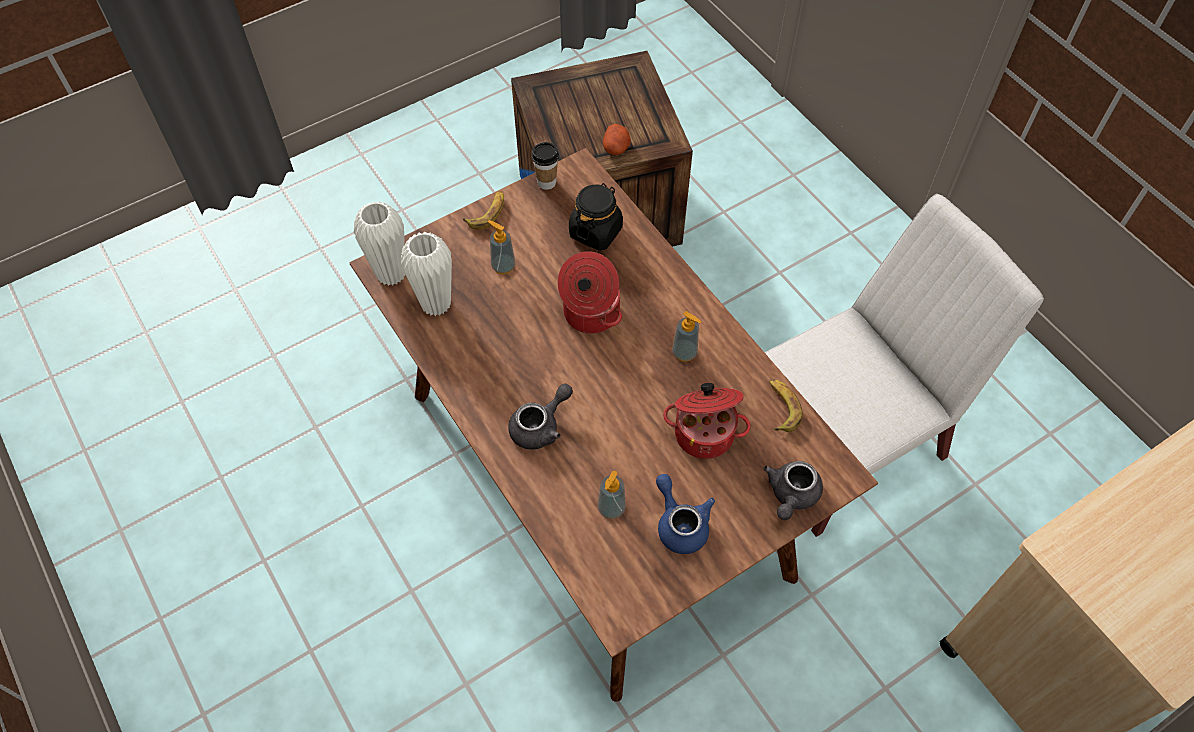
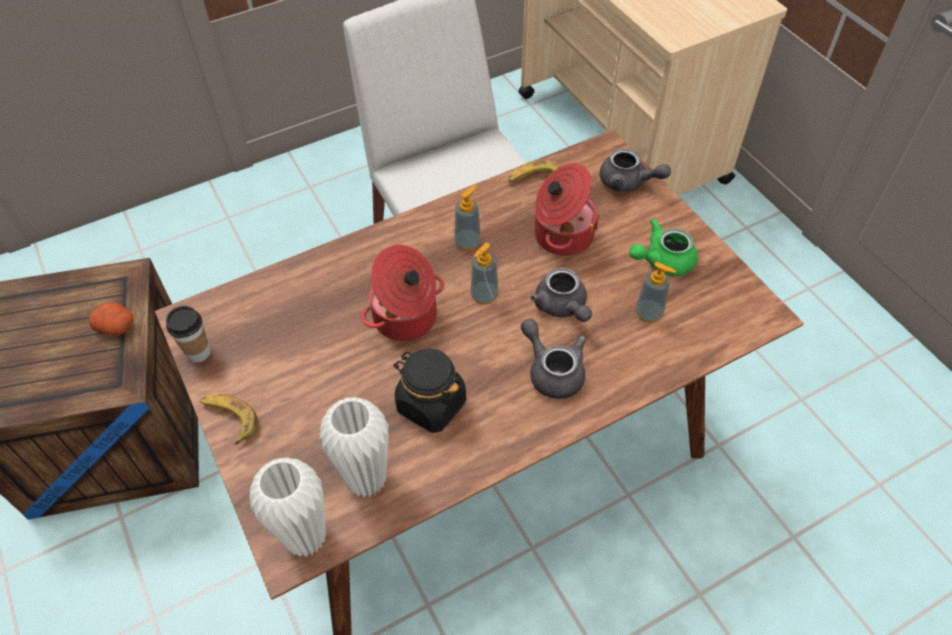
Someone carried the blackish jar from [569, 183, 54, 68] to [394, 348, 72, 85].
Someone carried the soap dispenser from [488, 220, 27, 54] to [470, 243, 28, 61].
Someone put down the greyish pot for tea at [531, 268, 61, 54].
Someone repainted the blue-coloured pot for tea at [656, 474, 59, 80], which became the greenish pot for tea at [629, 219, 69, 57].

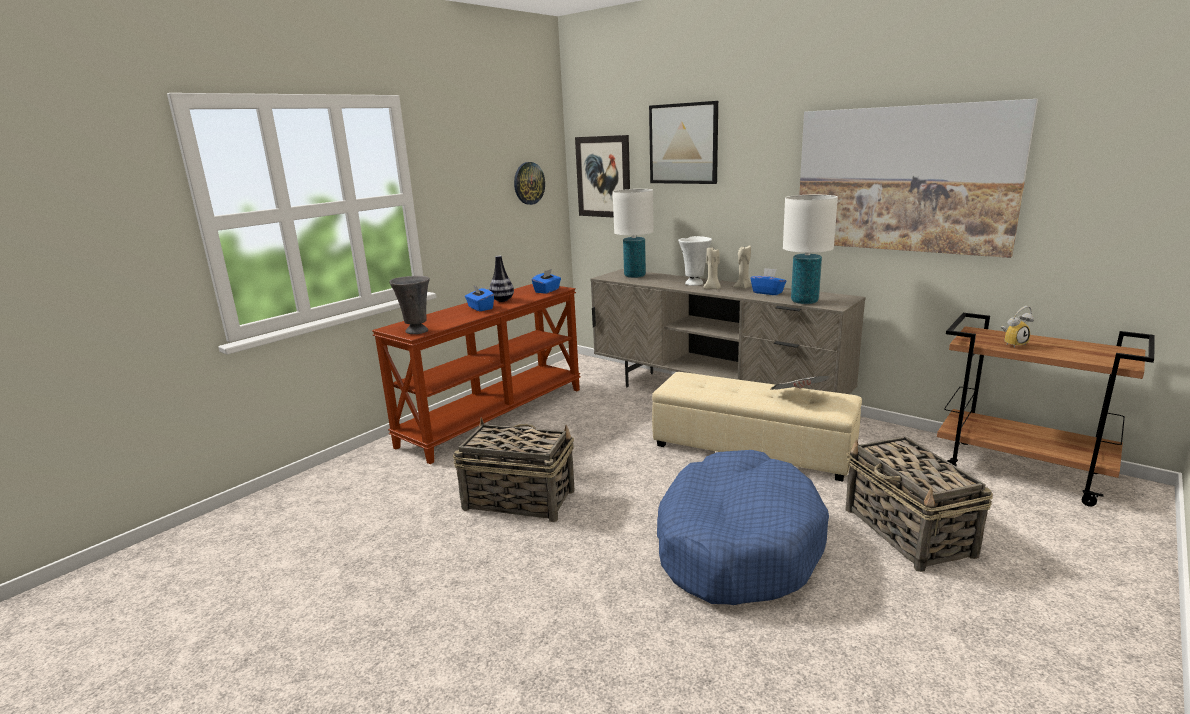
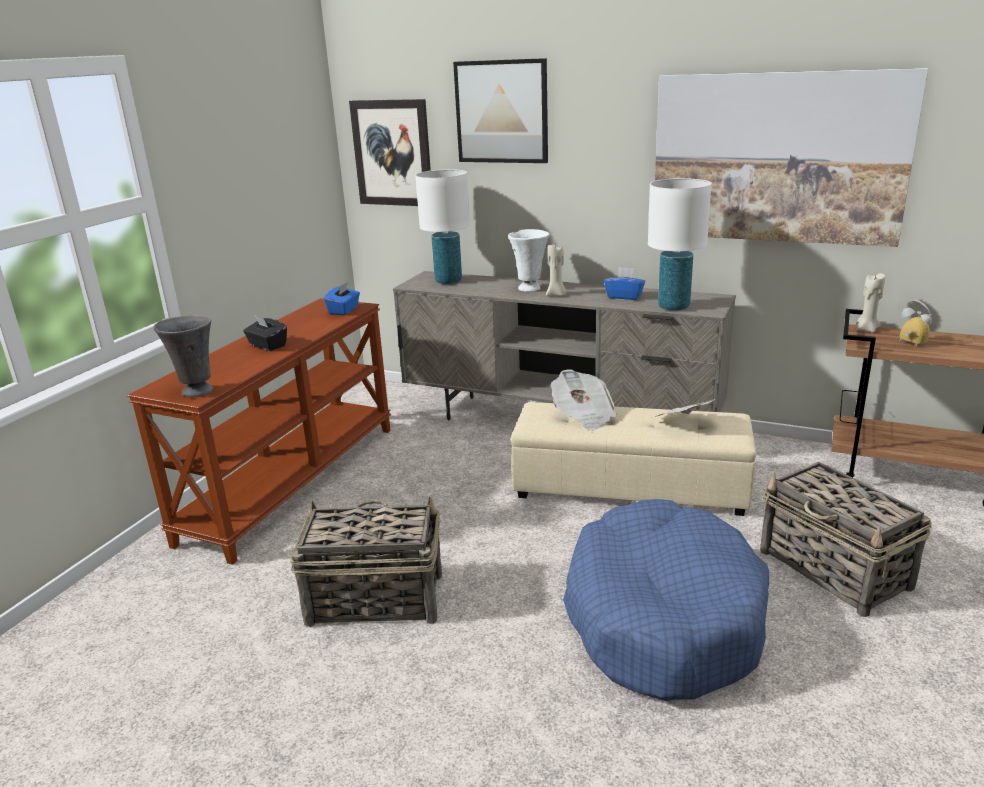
Someone repainted the blue-coloured box of tissues at [465, 285, 29, 26], which became the blackish box of tissues at [243, 315, 44, 36].
Someone put down the printed paper at [550, 369, 67, 62].
Someone carried the sand-coloured wax light from [733, 245, 19, 44] to [856, 273, 29, 60].
Someone rotated the table clock at [1001, 306, 33, 42] by 90 degrees counterclockwise.
Someone took away the vase at [489, 255, 25, 47].
Someone took away the wall clock at [514, 162, 31, 43].

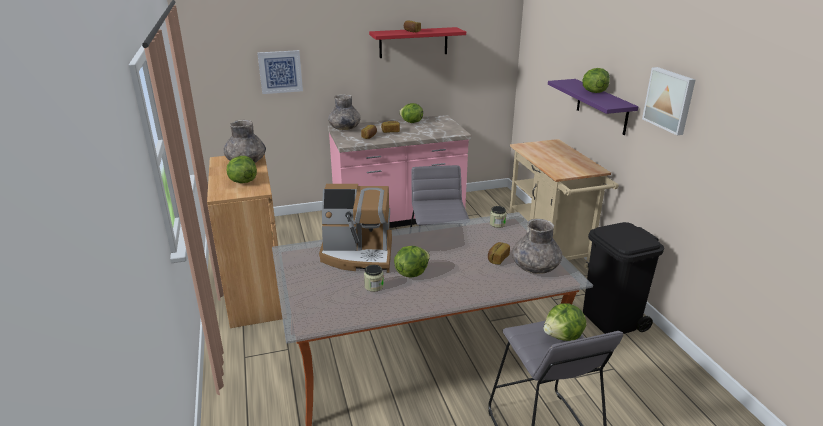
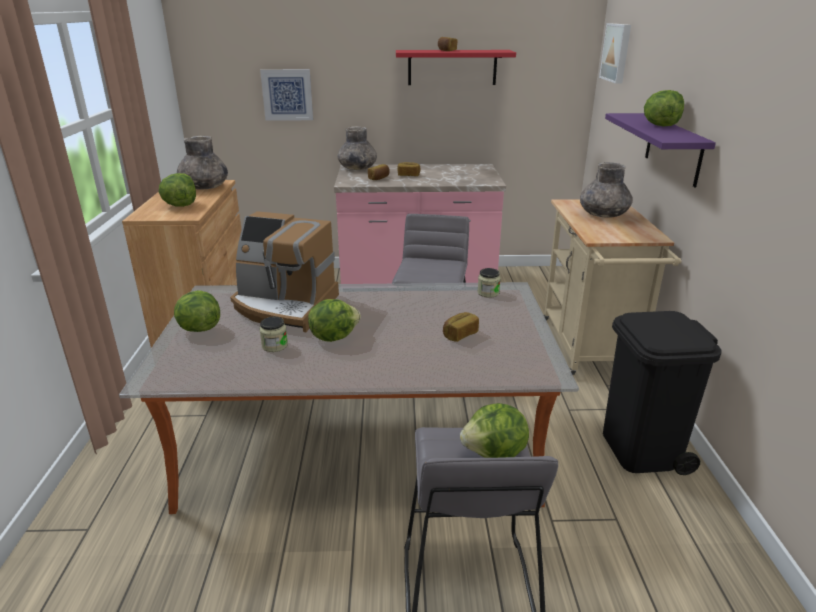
Someone carried the lettuce head from [399, 103, 24, 20] to [174, 290, 46, 42].
Someone carried the greyish vase from [512, 219, 50, 55] to [580, 162, 53, 56].
Someone carried the wall art from [642, 67, 53, 68] to [599, 23, 32, 61].

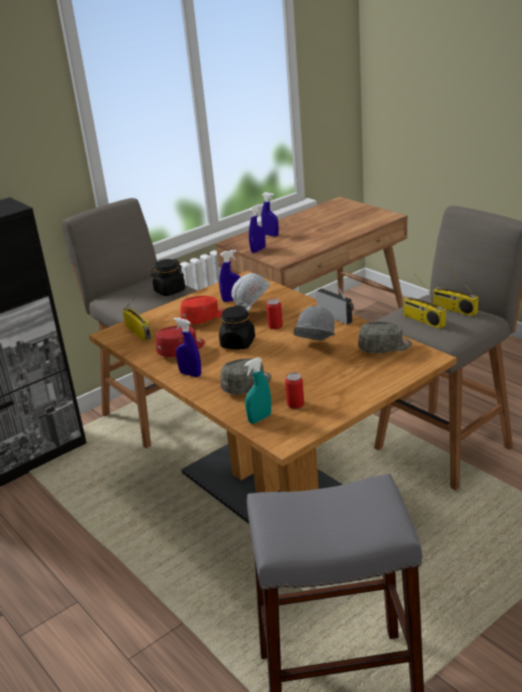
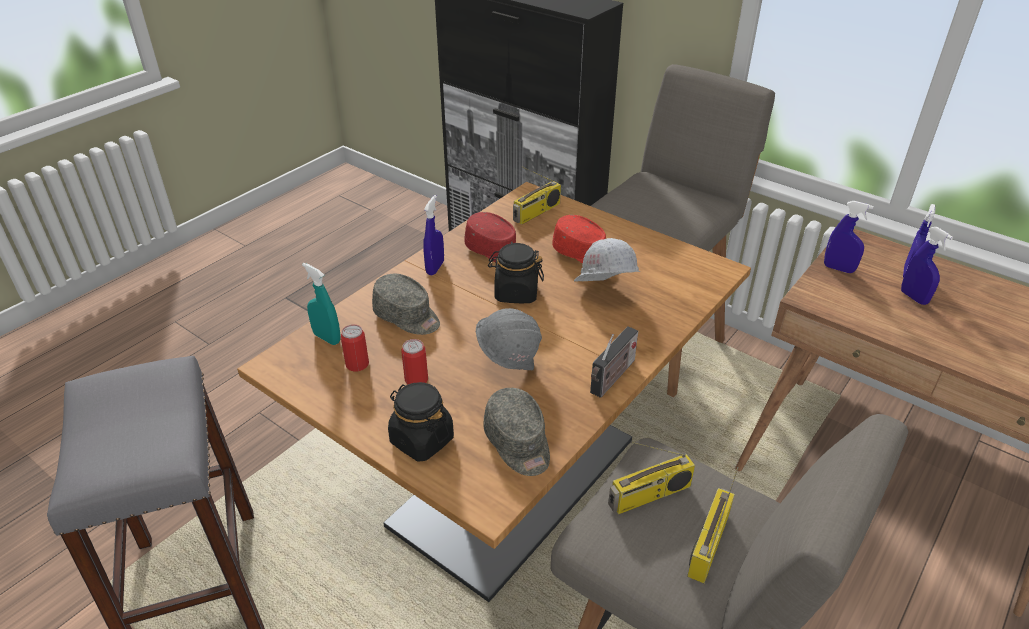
Someone carried the blackish jar from [151, 259, 34, 37] to [388, 382, 66, 80].
Someone carried the metal can from [266, 298, 17, 31] to [401, 339, 27, 45].
Someone rotated the radio receiver at [403, 273, 43, 56] by 150 degrees counterclockwise.
Someone carried the blue-coloured sprayer from [219, 250, 21, 52] to [901, 227, 52, 78].

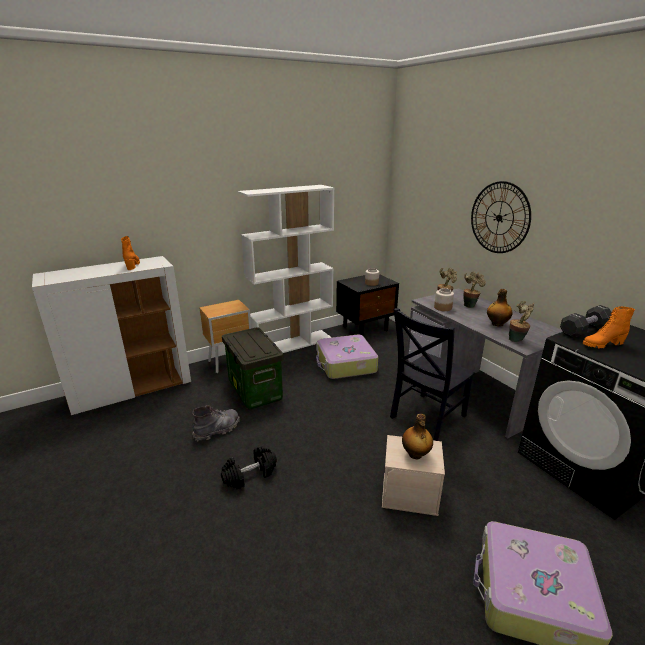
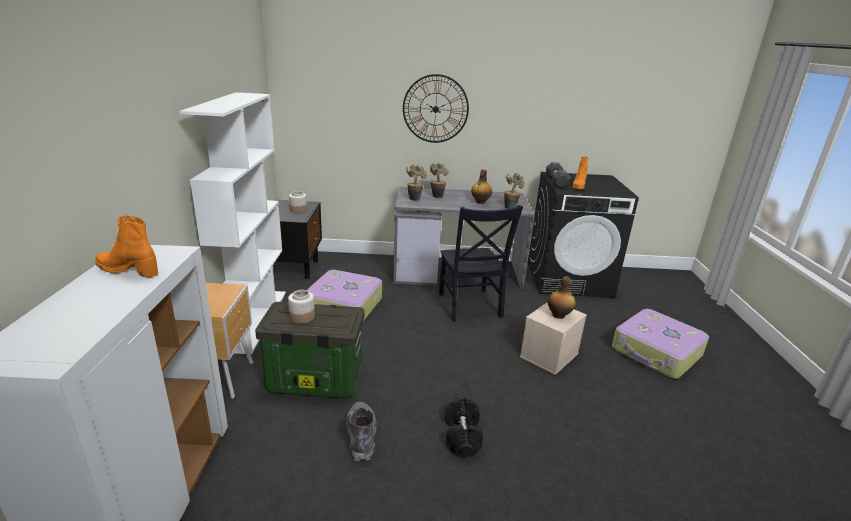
Someone carried the jar from [434, 288, 20, 23] to [288, 290, 27, 34].

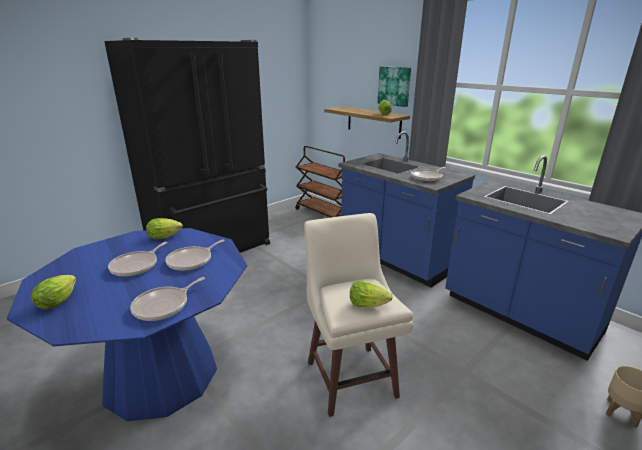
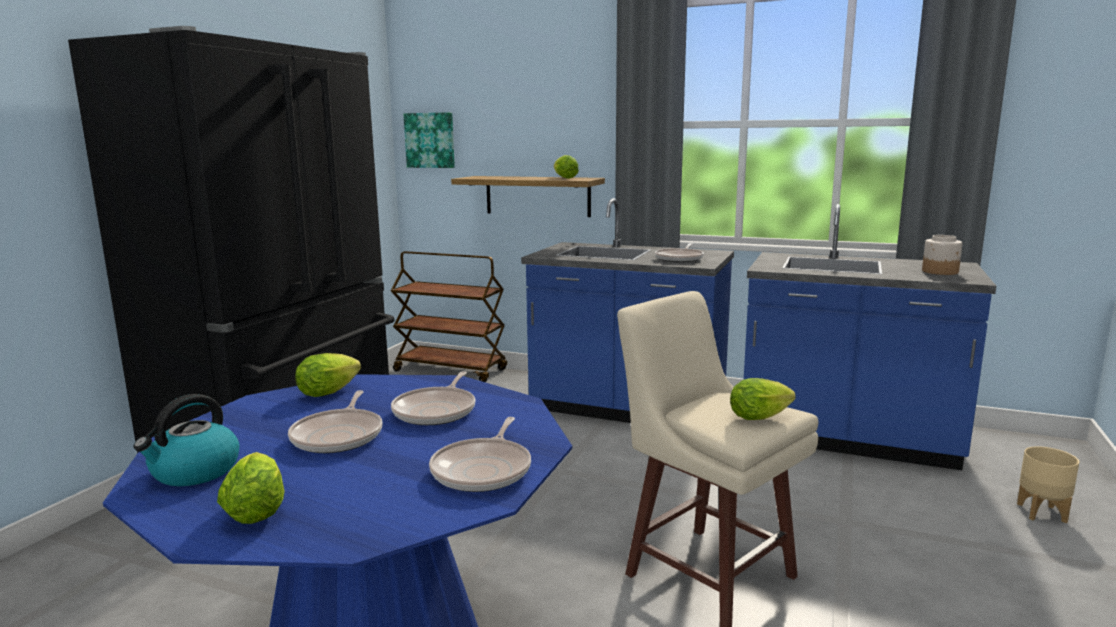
Someone put down the kettle at [134, 394, 105, 92].
Someone carried the wall art from [378, 66, 33, 41] to [404, 112, 51, 56].
Someone put down the jar at [922, 235, 41, 40].

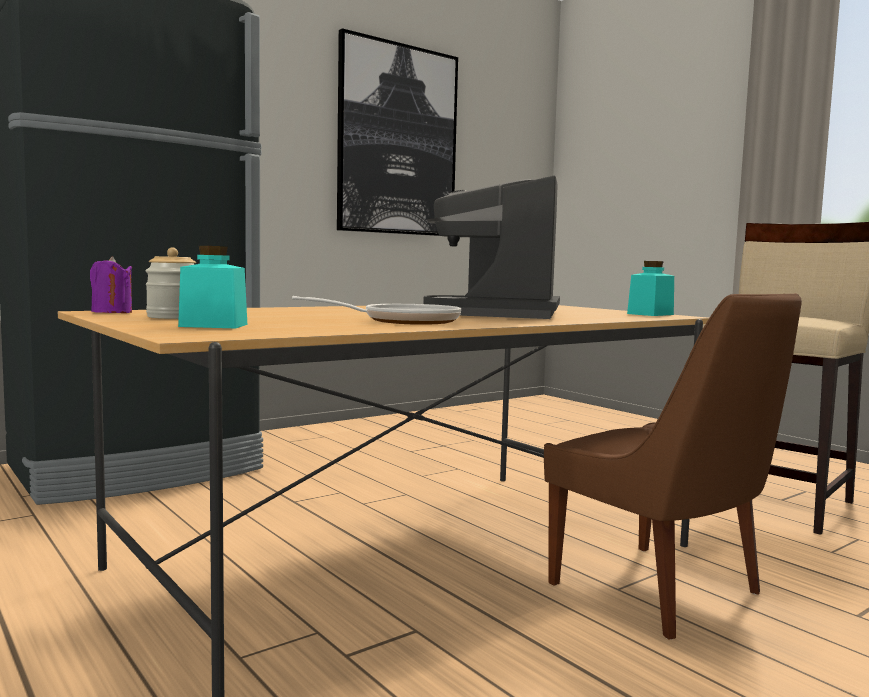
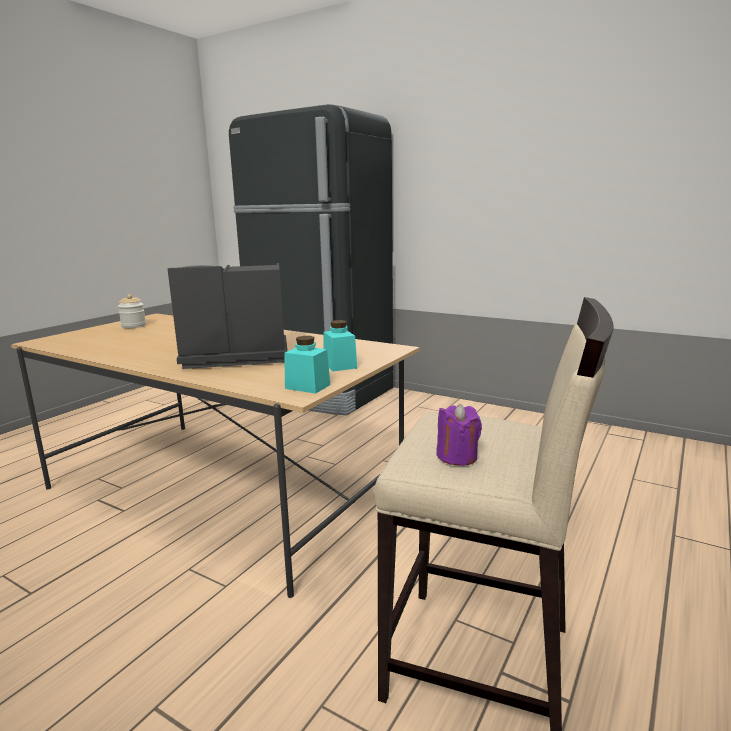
Someone carried the blue-green jar from [178, 246, 69, 82] to [324, 320, 33, 51].
Someone carried the purple-coloured wax light from [90, 256, 42, 57] to [436, 404, 46, 62].
Someone took away the frying pan at [292, 296, 169, 29].
Someone took away the wall art at [337, 28, 121, 208].
Someone took away the brown-coloured chair at [544, 293, 258, 347].

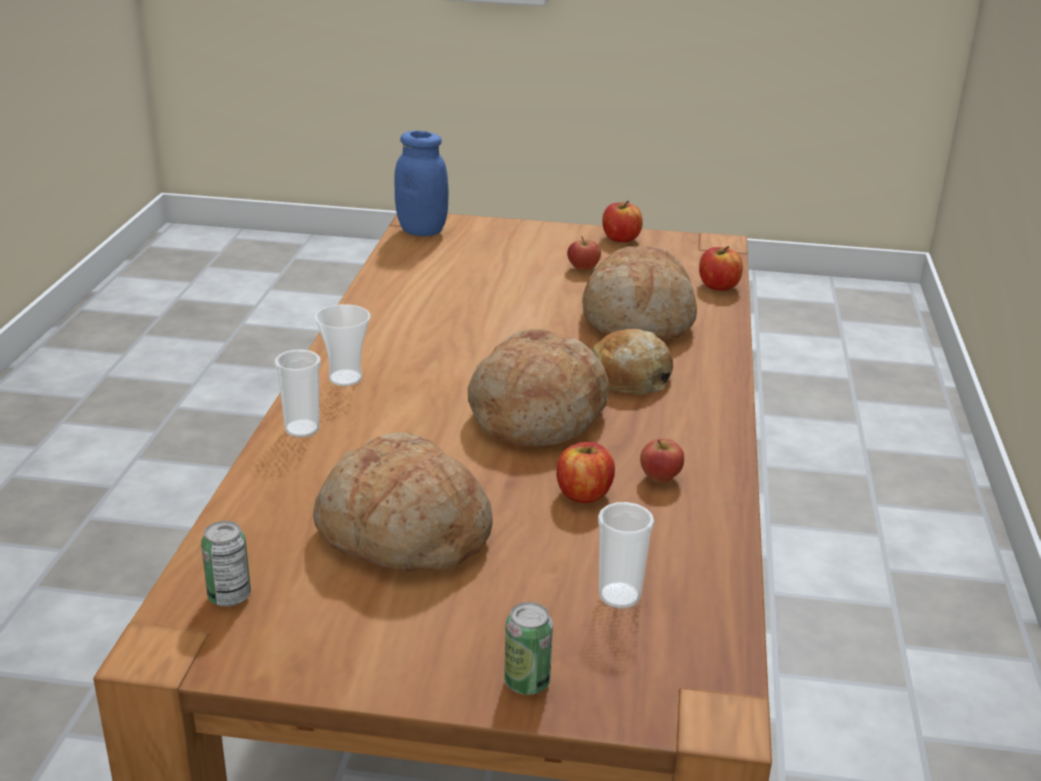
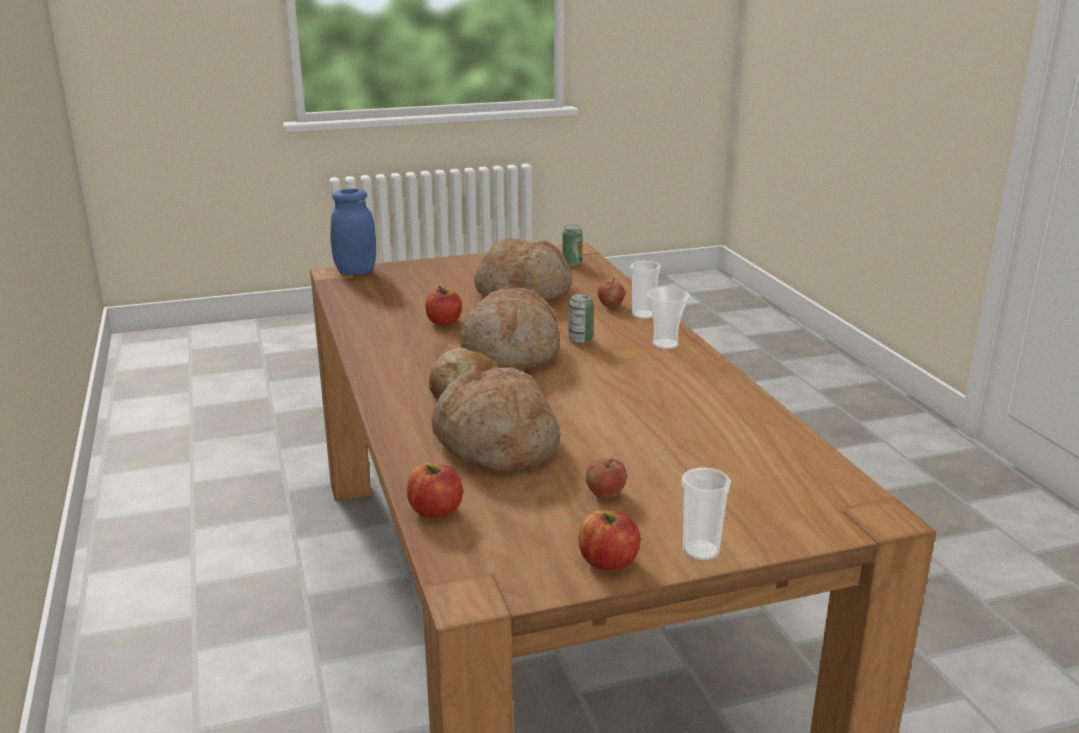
Someone carried the blue-coloured jar from [394, 131, 55, 105] to [330, 189, 46, 86].
Someone carried the metal can from [504, 602, 49, 93] to [568, 294, 25, 50].
Someone carried the apple fruit from [640, 439, 44, 44] to [598, 278, 27, 30].
Someone carried the small cup from [598, 502, 56, 107] to [682, 467, 49, 94].

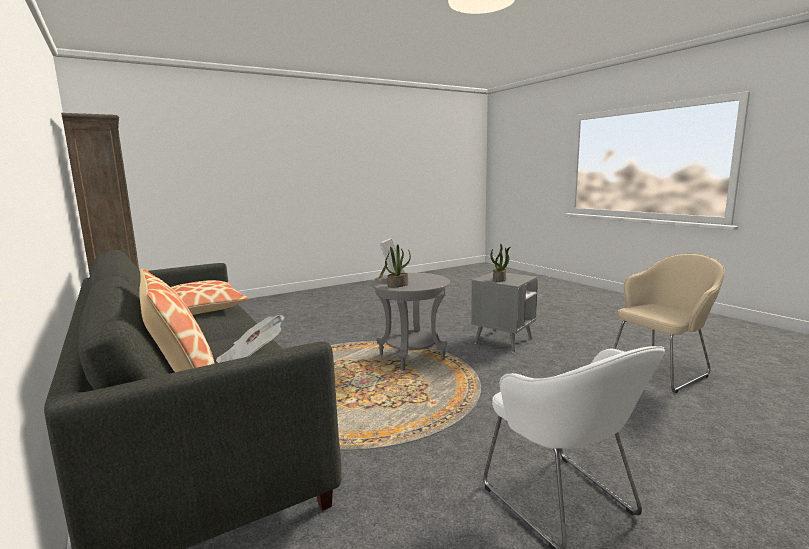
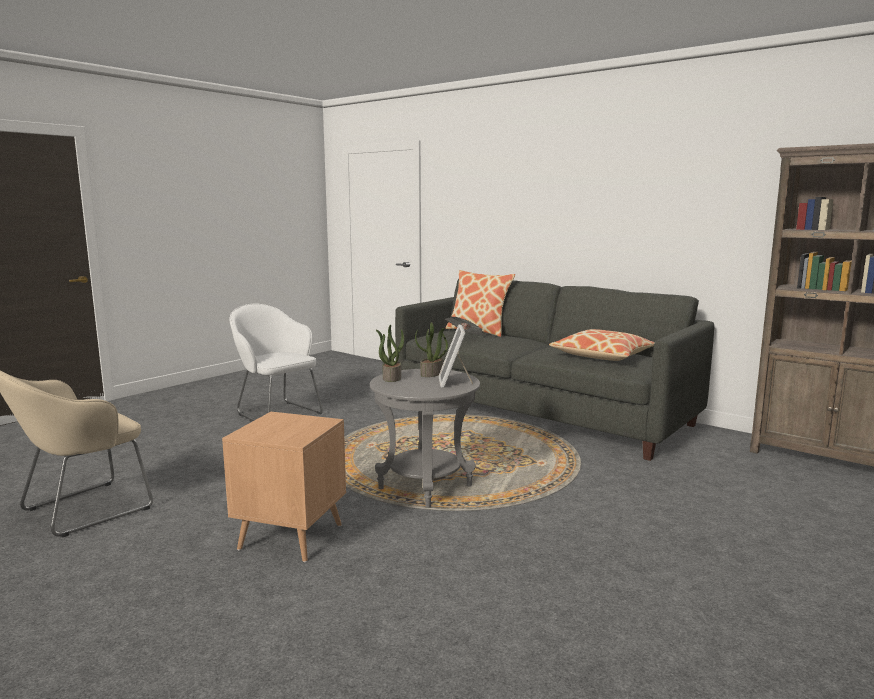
Someone repainted the greyish side table at [471, 272, 67, 81], which became the brown-coloured side table at [222, 412, 124, 150].
Someone carried the potted plant from [490, 243, 21, 39] to [376, 325, 28, 57].

